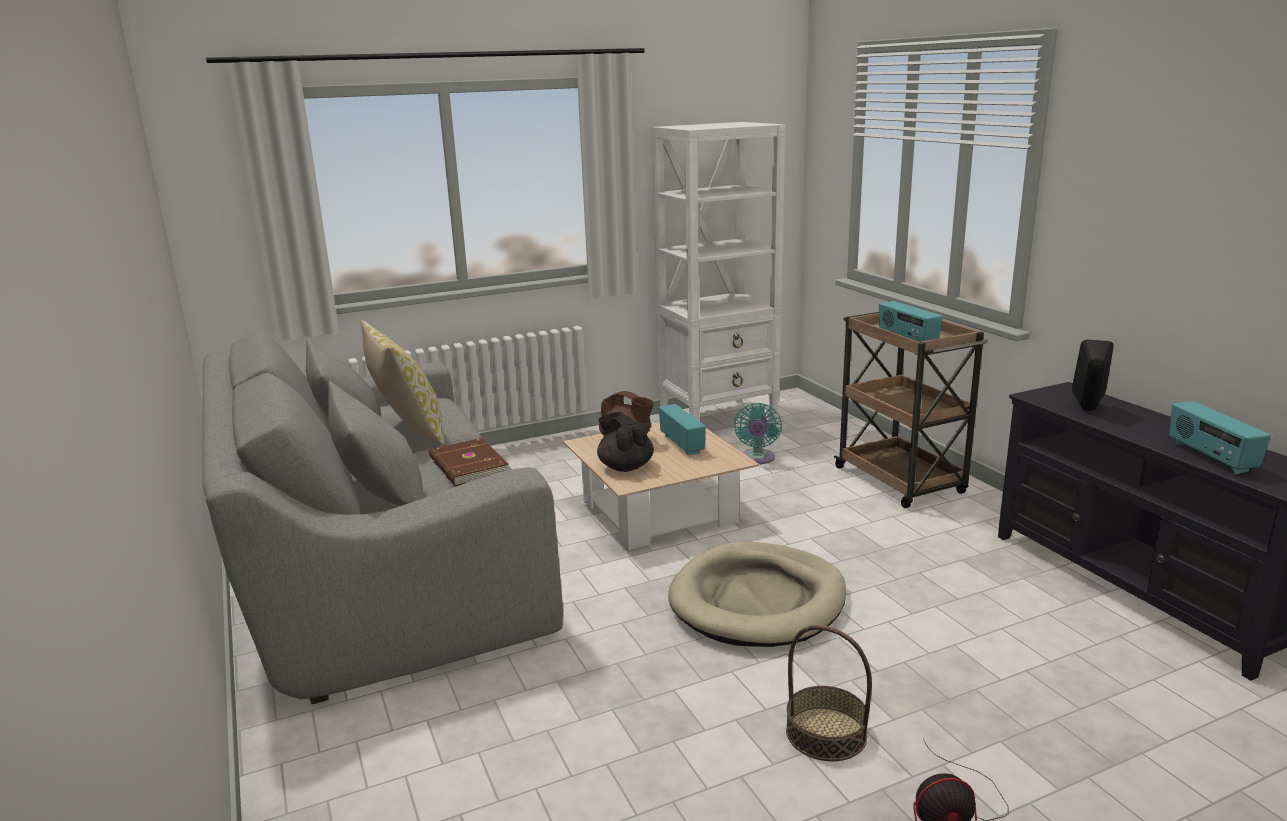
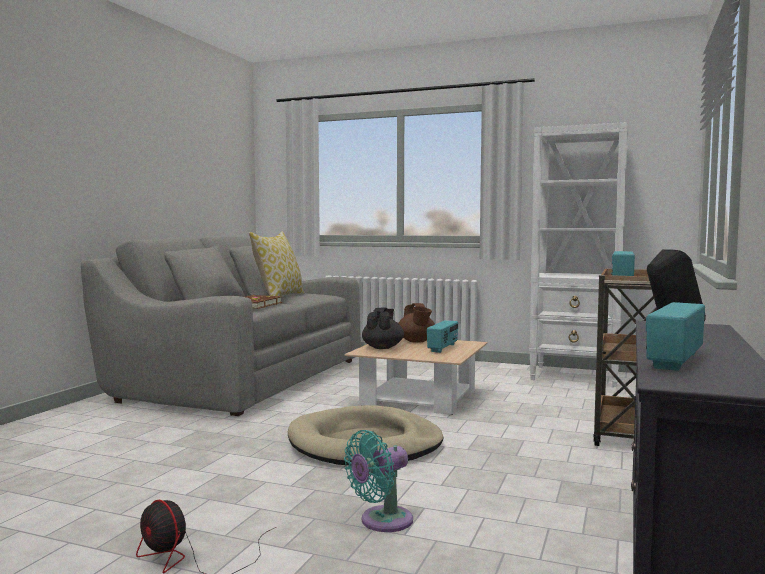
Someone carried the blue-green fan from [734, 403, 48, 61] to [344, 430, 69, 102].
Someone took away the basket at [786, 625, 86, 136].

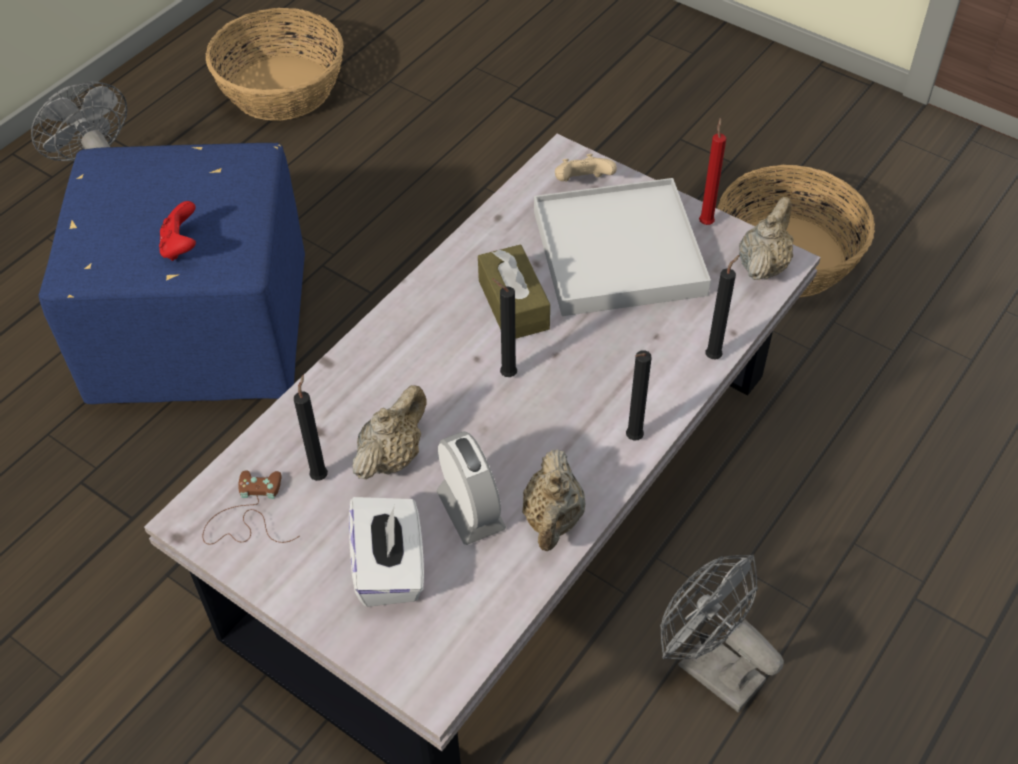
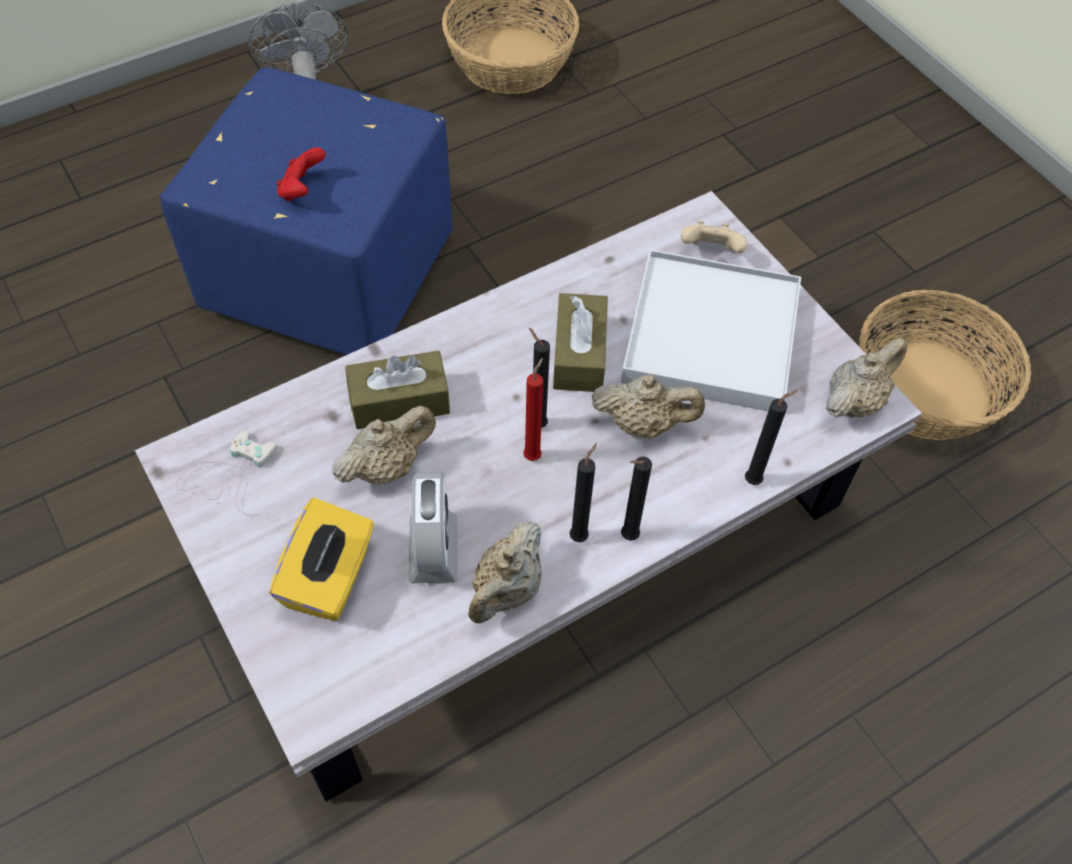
Someone repainted the brown-coloured game controller at [203, 471, 96, 74], which became the white-coloured game controller at [176, 430, 101, 85].
Someone repainted the white-coloured box of tissues at [349, 497, 75, 110], which became the yellowish box of tissues at [269, 498, 105, 123].
Someone put down the brown-coloured box of tissues at [345, 351, 105, 78].
Someone carried the reddish wax light from [699, 118, 27, 107] to [523, 358, 20, 103].
Someone carried the blackish wax light from [294, 375, 34, 106] to [570, 443, 27, 99].
Someone put down the sand-coloured pot for tea at [592, 375, 113, 64].
Someone took away the greyish fan at [660, 555, 124, 157].

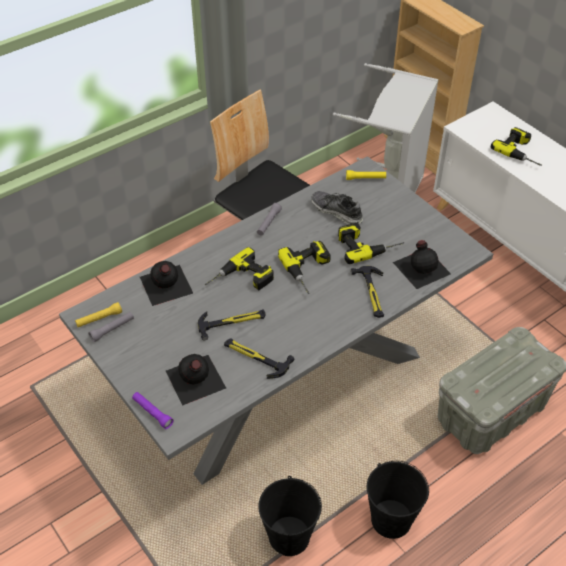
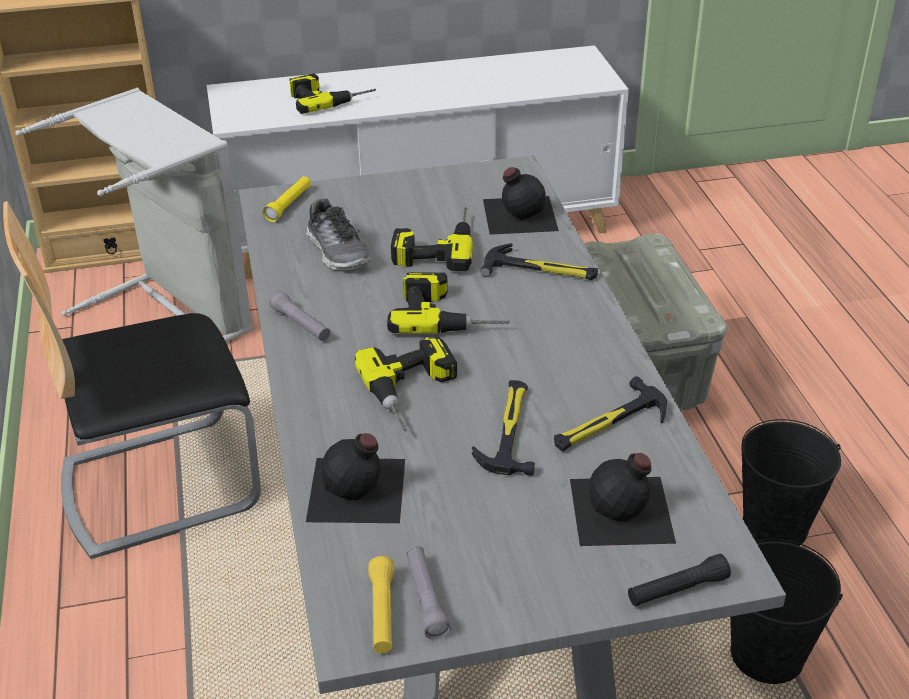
Someone rotated the item of footwear at [311, 191, 52, 33] by 90 degrees counterclockwise.
Someone repainted the purple-coloured torch at [132, 392, 42, 37], which became the blackish torch at [628, 554, 103, 52].

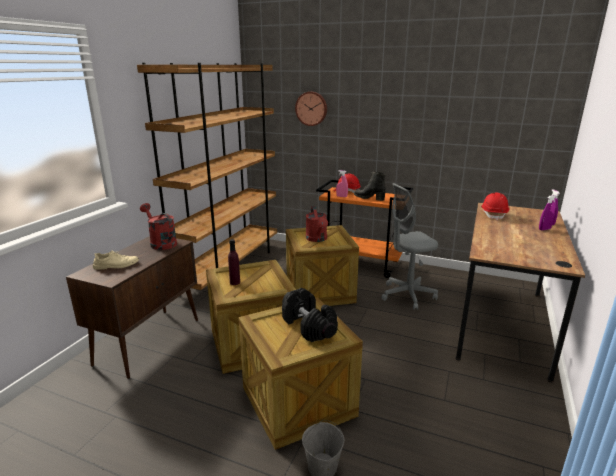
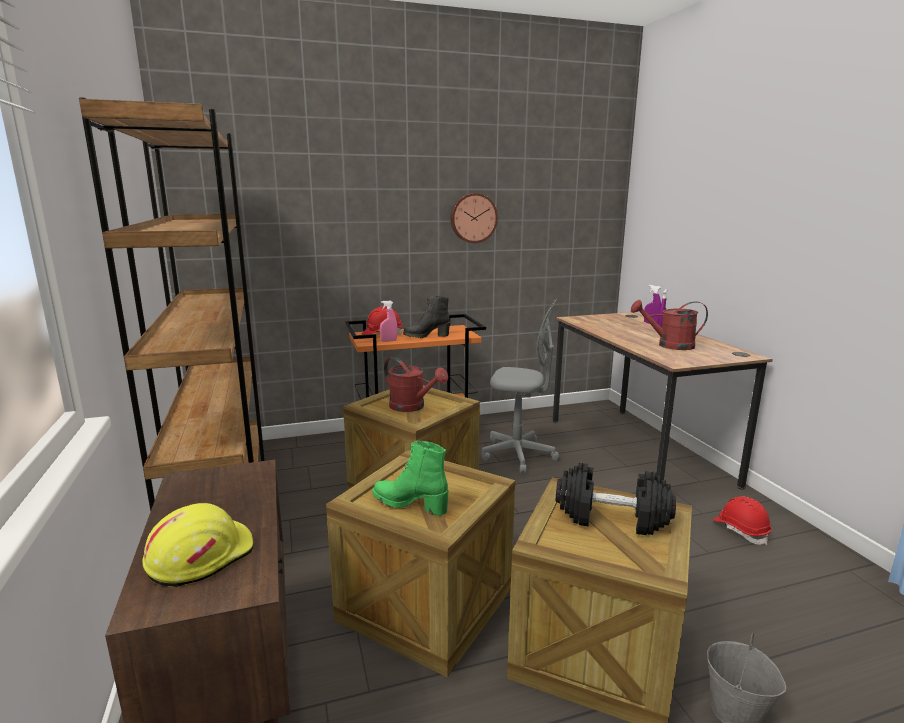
Someone swapped the sand-coloured item of footwear at [93, 250, 46, 20] for the yellowish hard hat at [142, 503, 112, 84].
Someone swapped the purple-coloured drink bottle at [228, 239, 12, 46] for the greenish boot at [373, 441, 76, 75].
Someone carried the wall clock from [295, 92, 32, 34] to [450, 193, 48, 50].
Someone rotated the greyish computer chair at [381, 183, 57, 127] by 105 degrees counterclockwise.
Someone carried the reddish sprinkling can from [140, 203, 37, 47] to [631, 300, 77, 50].
Someone carried the reddish hard hat from [481, 193, 29, 27] to [713, 496, 59, 49].

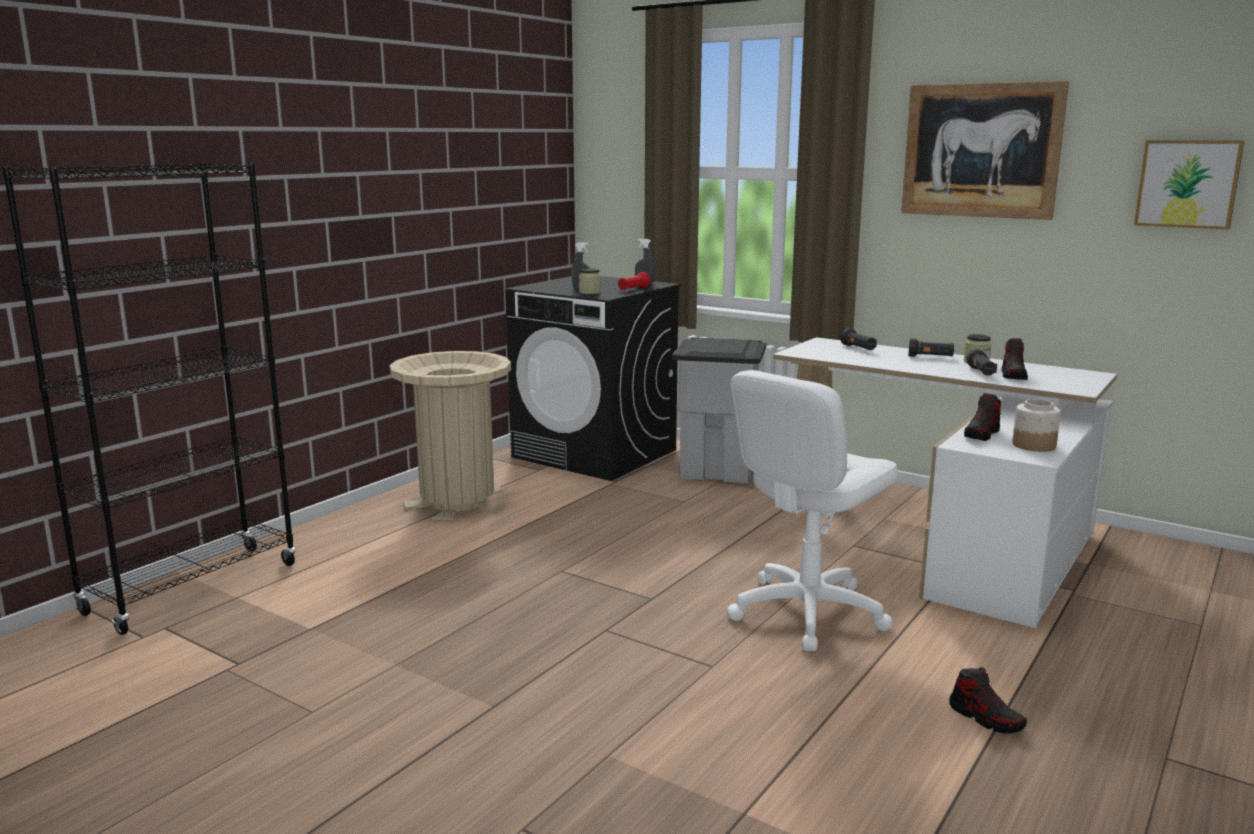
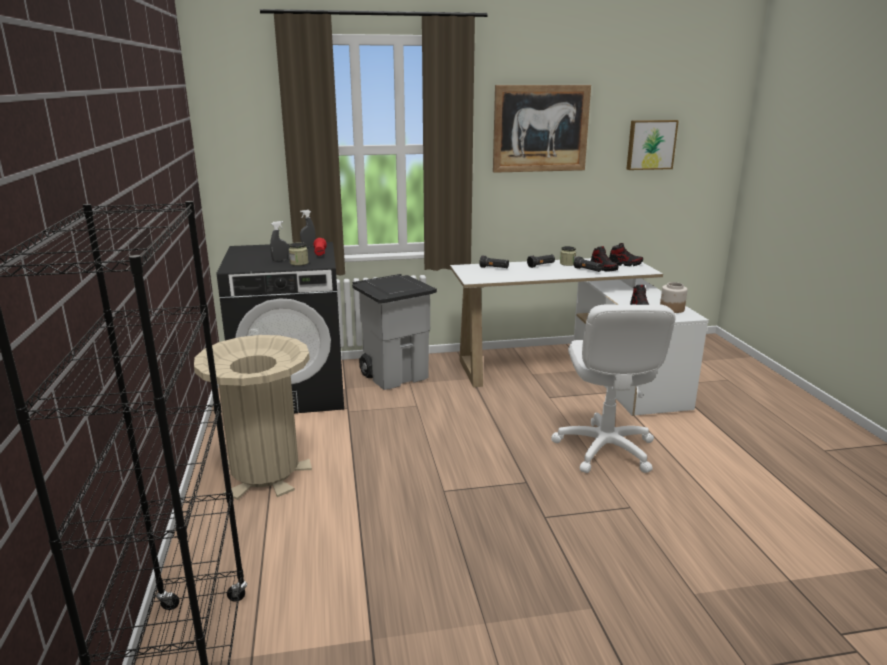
Someone carried the item of footwear from [949, 667, 78, 67] to [609, 243, 34, 23].

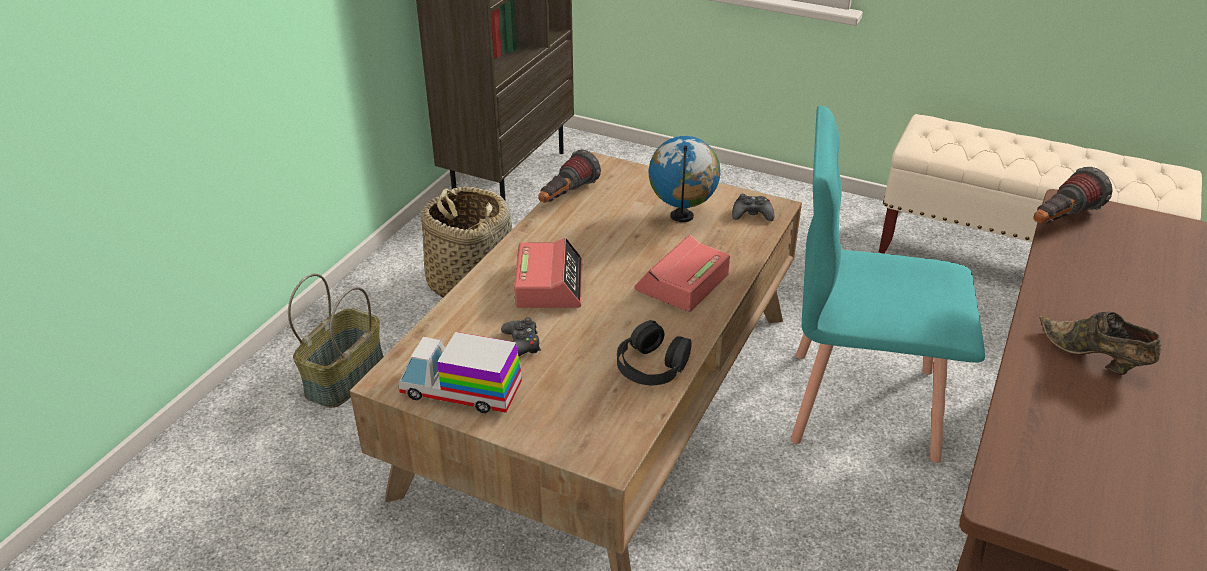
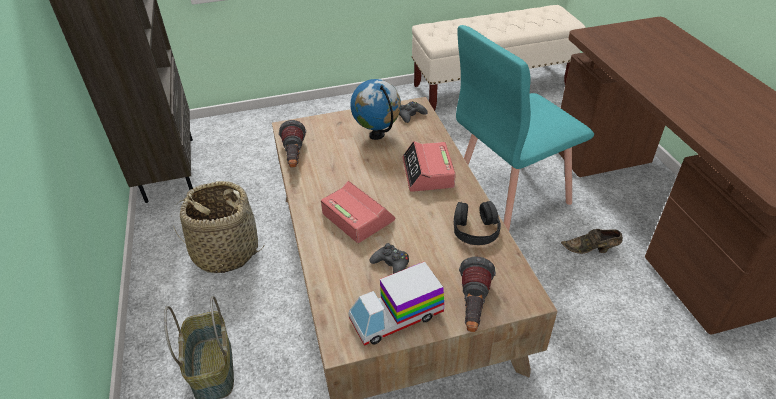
Someone carried the torch from [1034, 167, 78, 57] to [459, 257, 37, 75].
Someone carried the brown-coloured item of footwear from [1040, 311, 121, 64] to [561, 229, 62, 25].

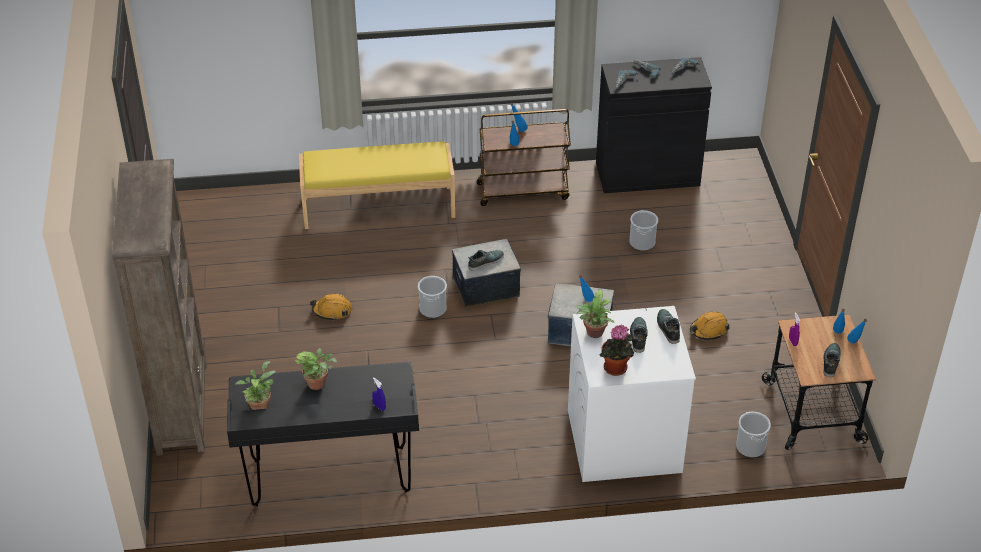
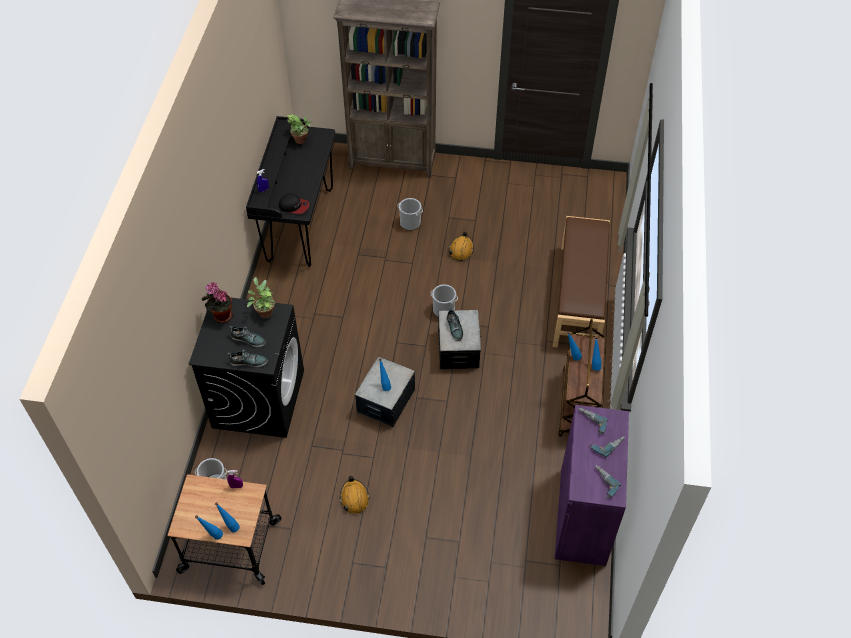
Someone repainted the white-coloured washing machine at [568, 306, 128, 176], which became the blackish washing machine at [189, 298, 115, 140].
Someone put down the peaked cap at [279, 193, 31, 21].
Someone carried the bucket from [630, 210, 28, 41] to [397, 198, 26, 32].
Someone repainted the yellowish bench at [299, 141, 156, 88], which became the brown-coloured bench at [553, 216, 57, 131].
Someone repainted the blackish cupboard at [596, 57, 116, 136], which became the purple-coloured cupboard at [555, 405, 74, 161].
Someone took away the potted plant at [295, 348, 42, 42].
Someone took away the item of footwear at [824, 343, 17, 34].

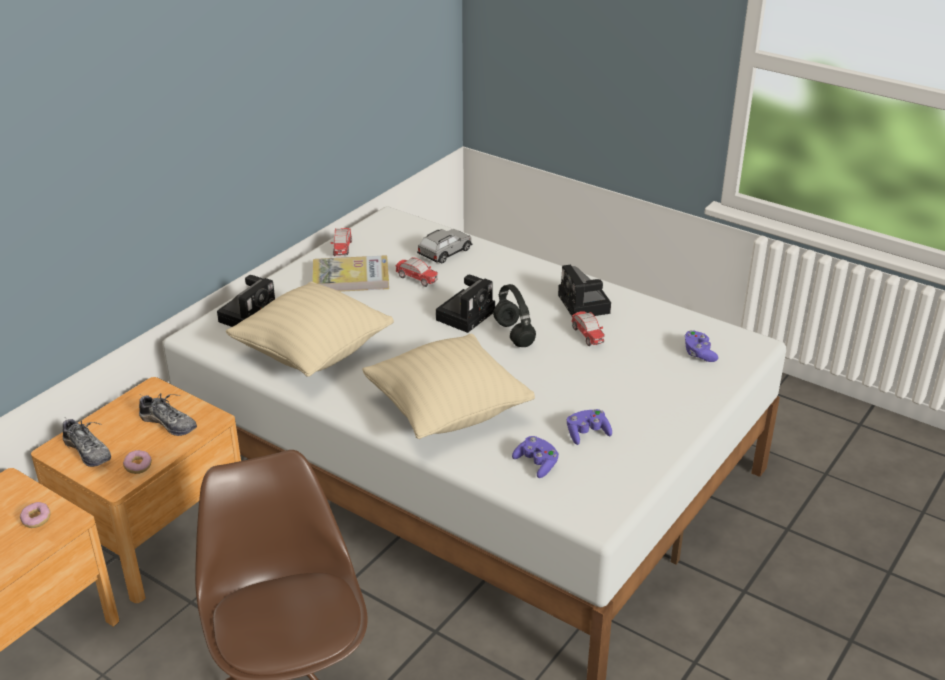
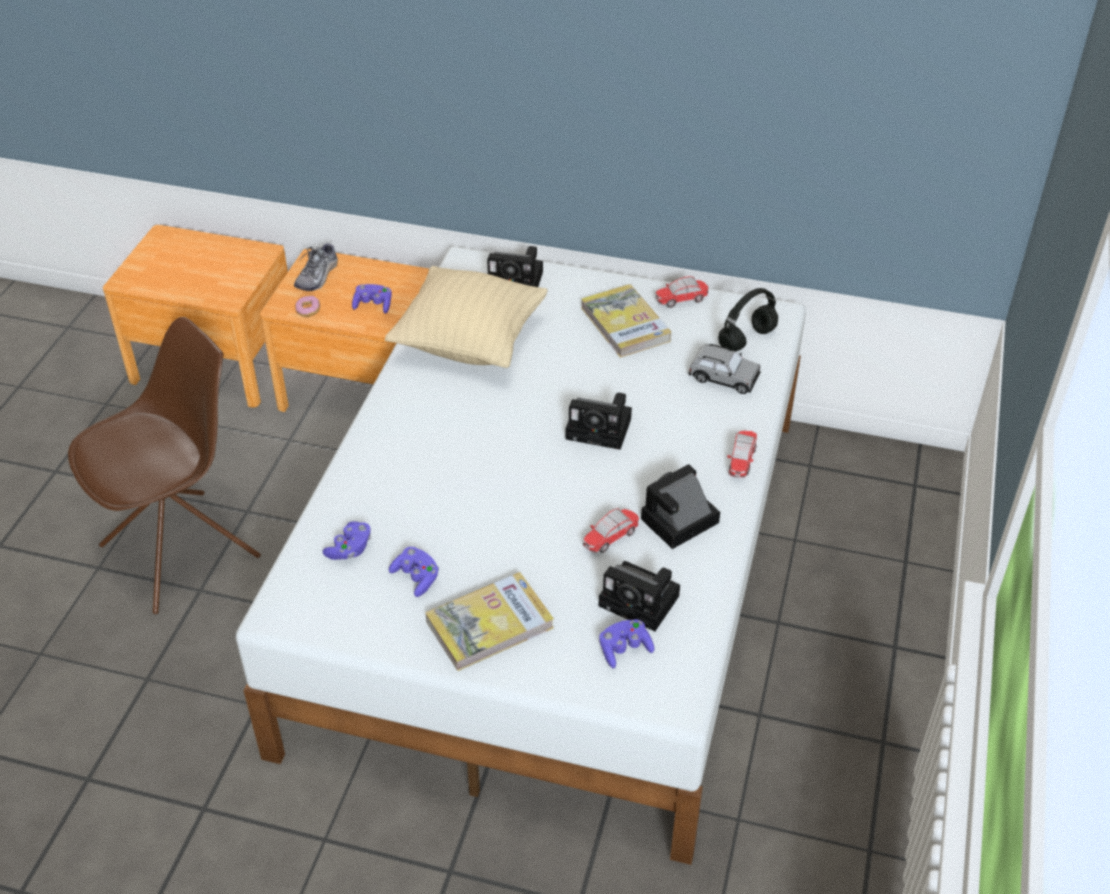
Someone swapped the item of footwear at [139, 393, 58, 43] for the purple-coloured game controller at [352, 284, 40, 30].
Someone put down the volume at [426, 572, 128, 99].
Someone put down the photo camera at [599, 561, 81, 70].
Someone carried the blackish headphones from [493, 284, 43, 63] to [718, 288, 60, 63].
Someone carried the miniature car from [396, 257, 42, 30] to [727, 431, 30, 46].
Someone took away the doughnut at [20, 502, 31, 26].
Someone took away the sand-coloured pillow at [362, 333, 173, 106].

